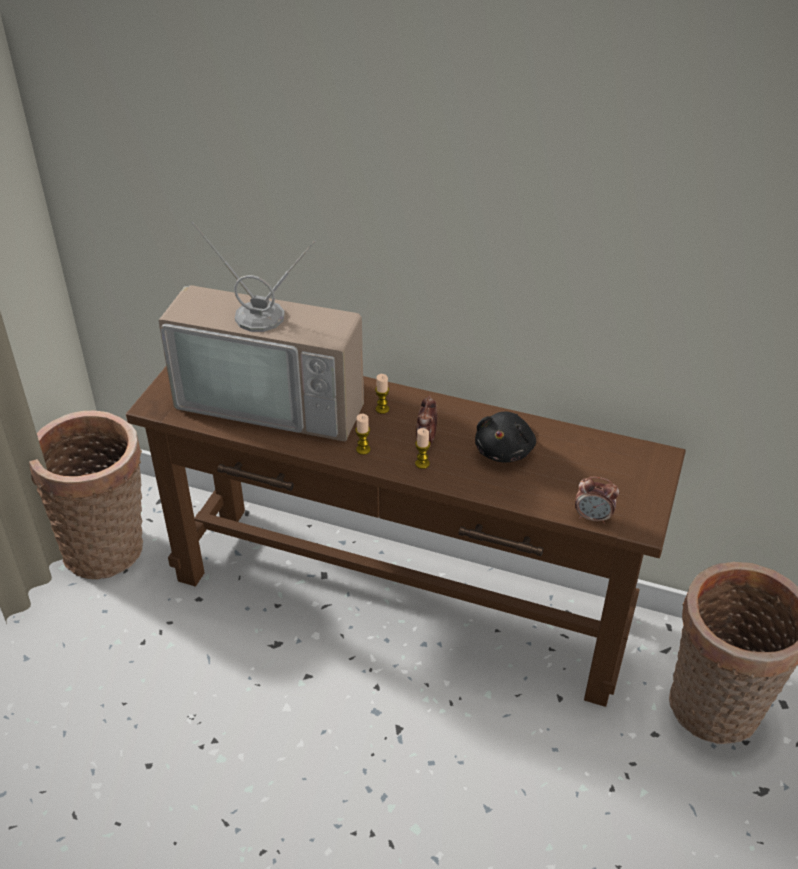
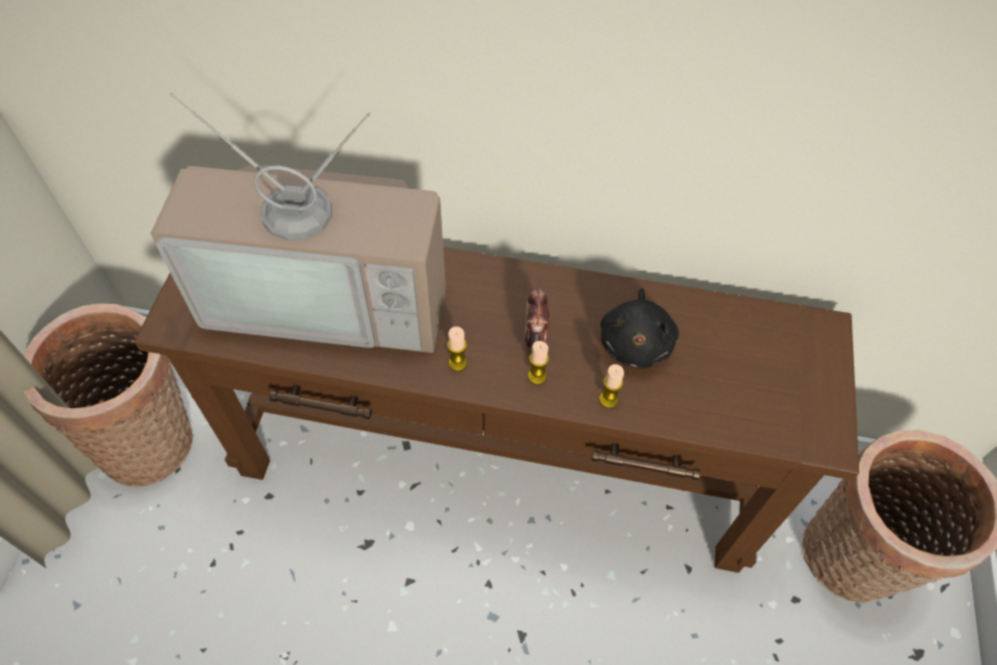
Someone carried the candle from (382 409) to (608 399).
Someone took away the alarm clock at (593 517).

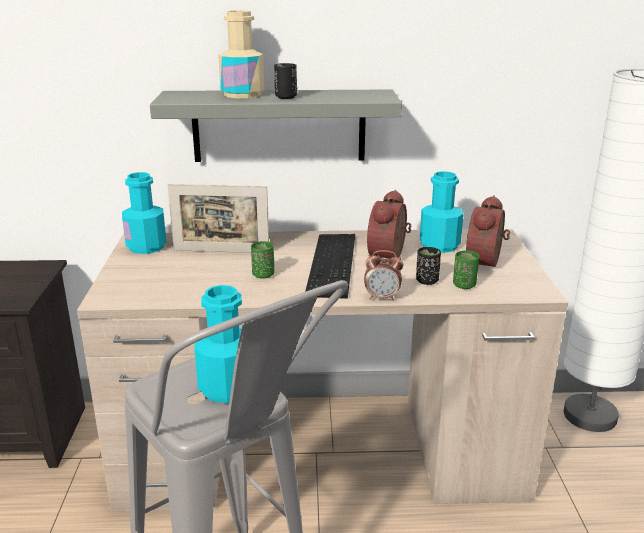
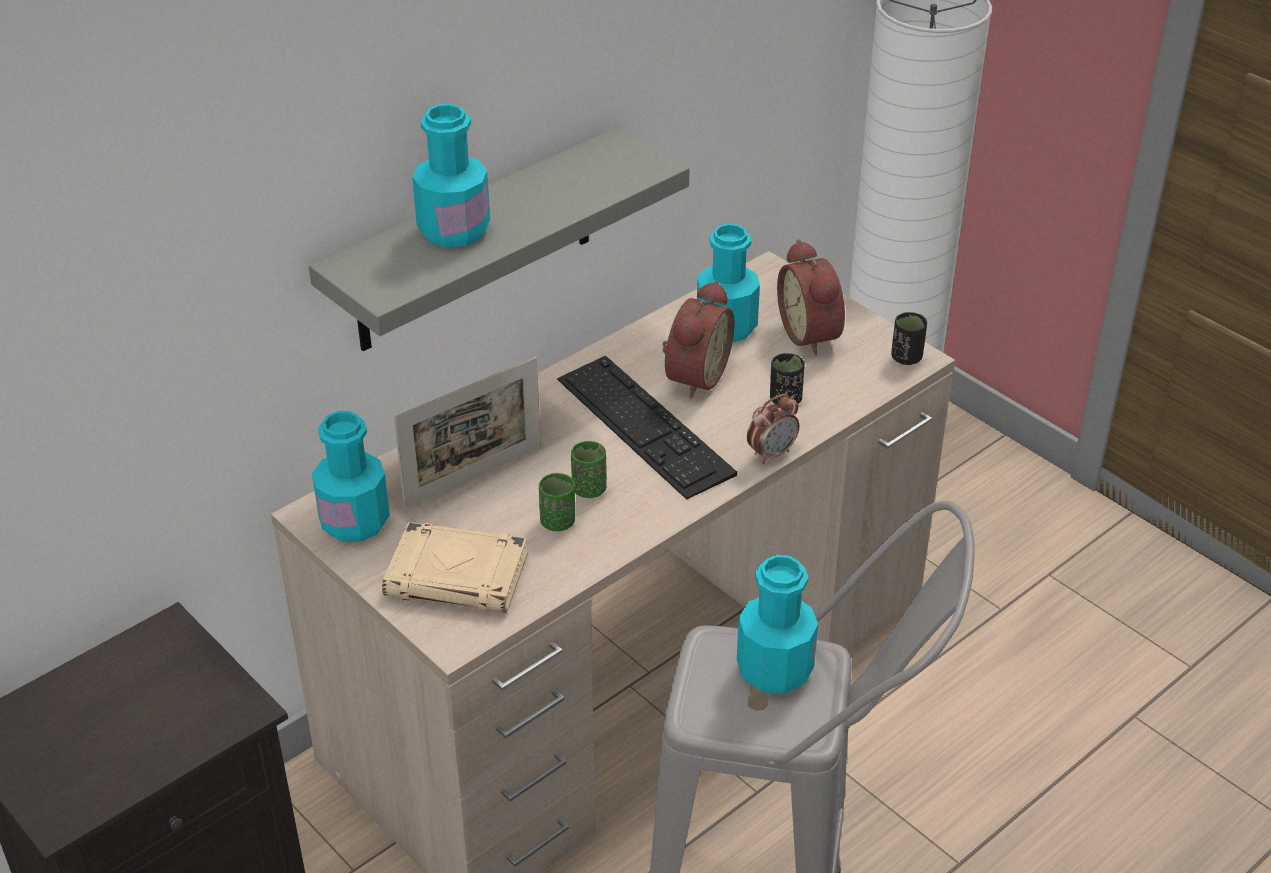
Someone repainted the beige bottle at (242 94), which became the turquoise bottle at (454 230).
Someone carried the black cup from (286 97) to (906 358).
Someone rotated the alarm clock at (390 256) by 135 degrees counterclockwise.
Someone carried the green cup from (464 285) to (557 522).
Someone put down the beige book at (458 576).

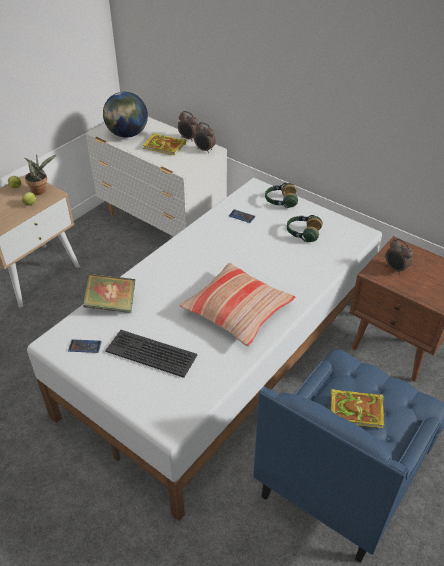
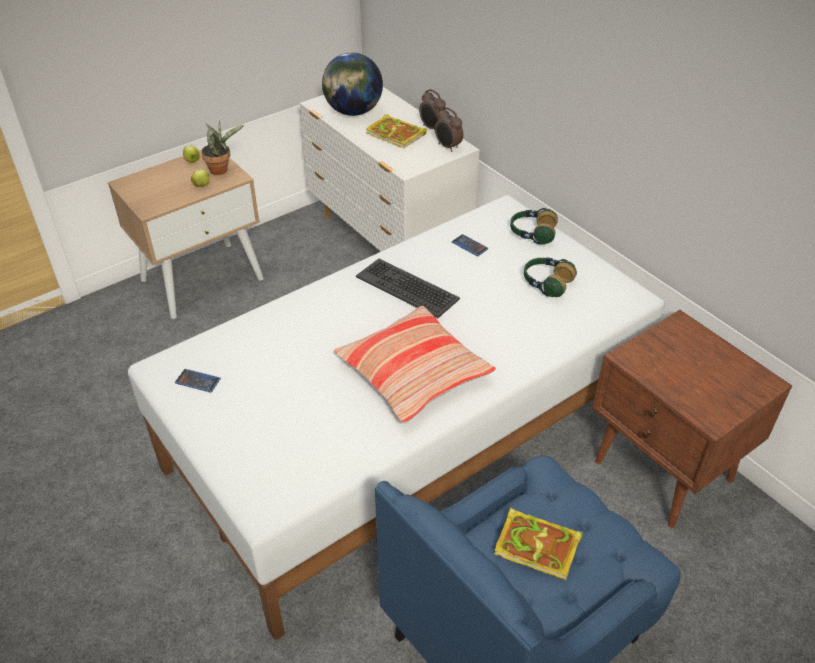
Someone took away the alarm clock at (395 269).
Someone took away the book at (111 304).
Someone carried the keyboard from (151 353) to (407 288).

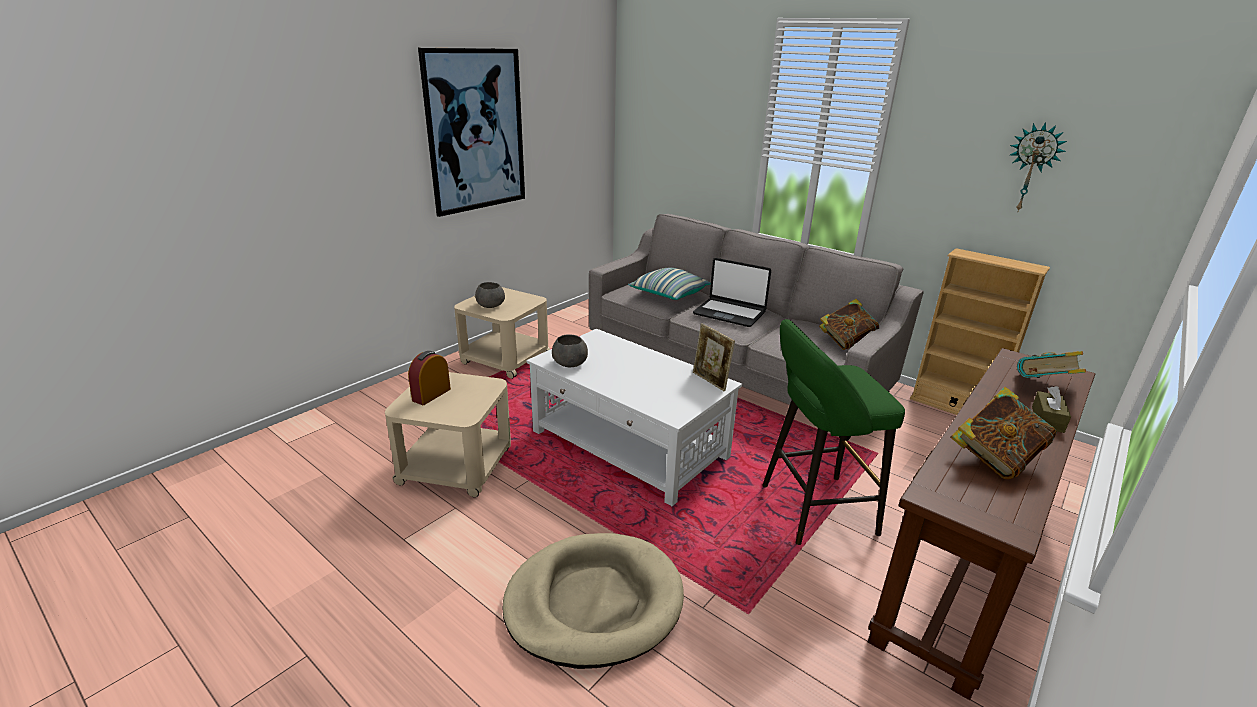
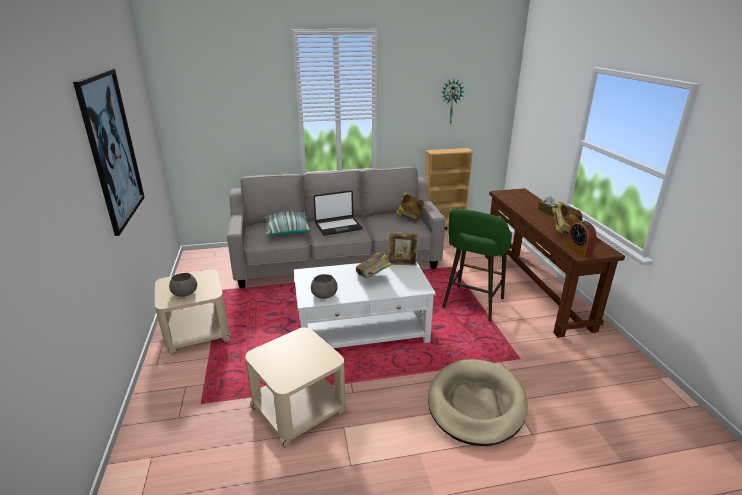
Someone carried the alarm clock from (431 395) to (578 250).
Someone carried the book from (1042 388) to (373 278).

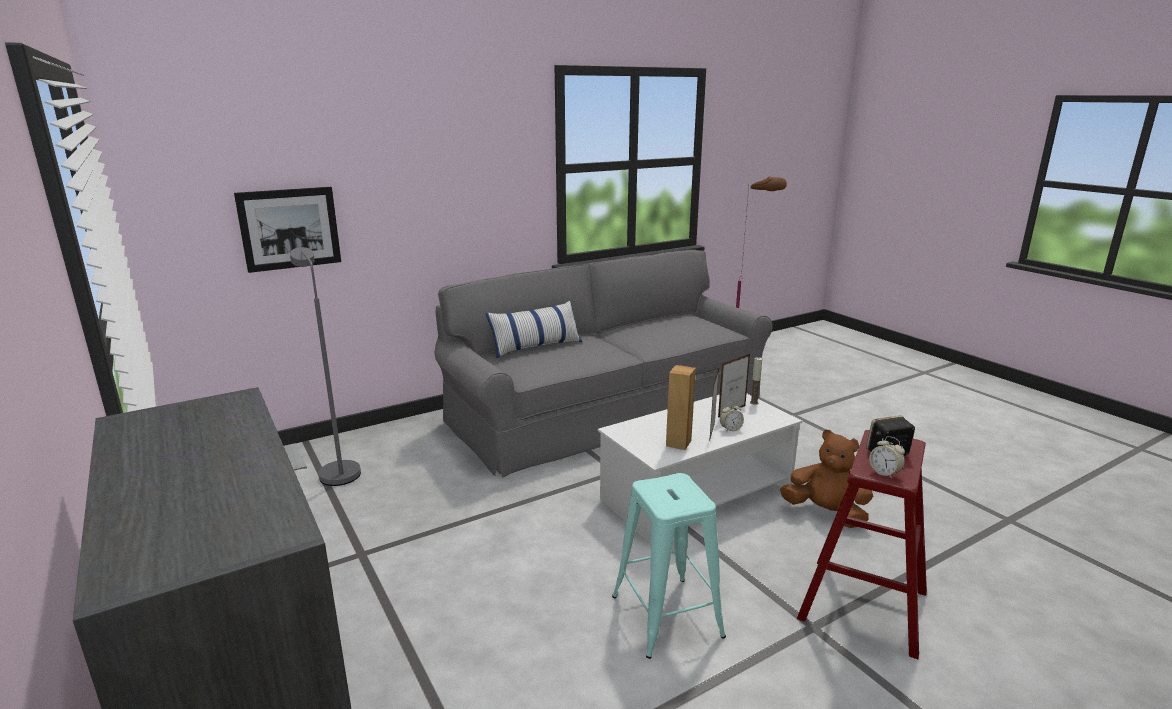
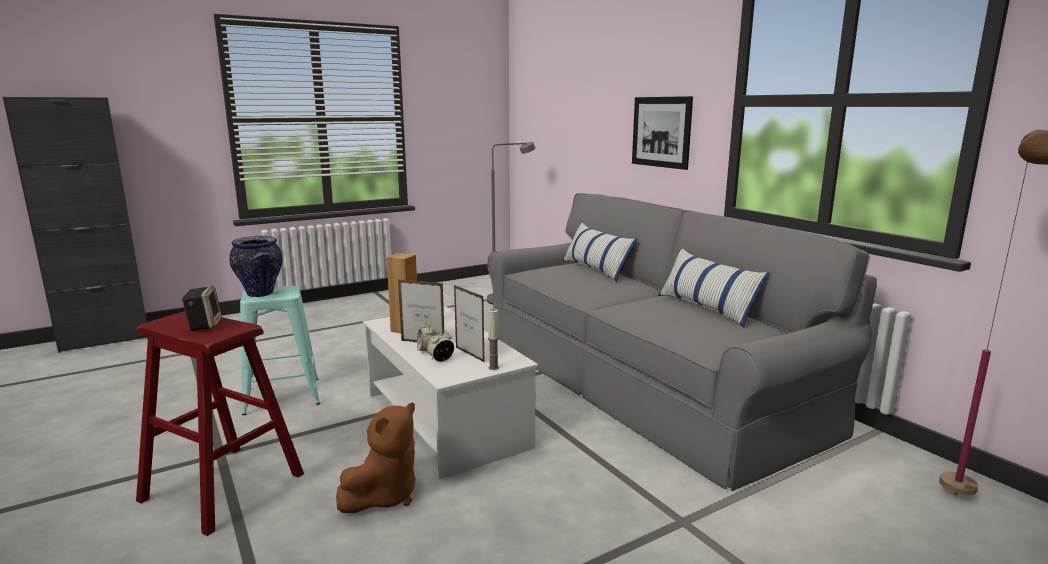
Someone carried the picture from (290 228) to (661 132).
Someone carried the alarm clock from (884 473) to (441 360).
Someone put down the vase at (260 294).
Someone put down the pillow at (707 308).

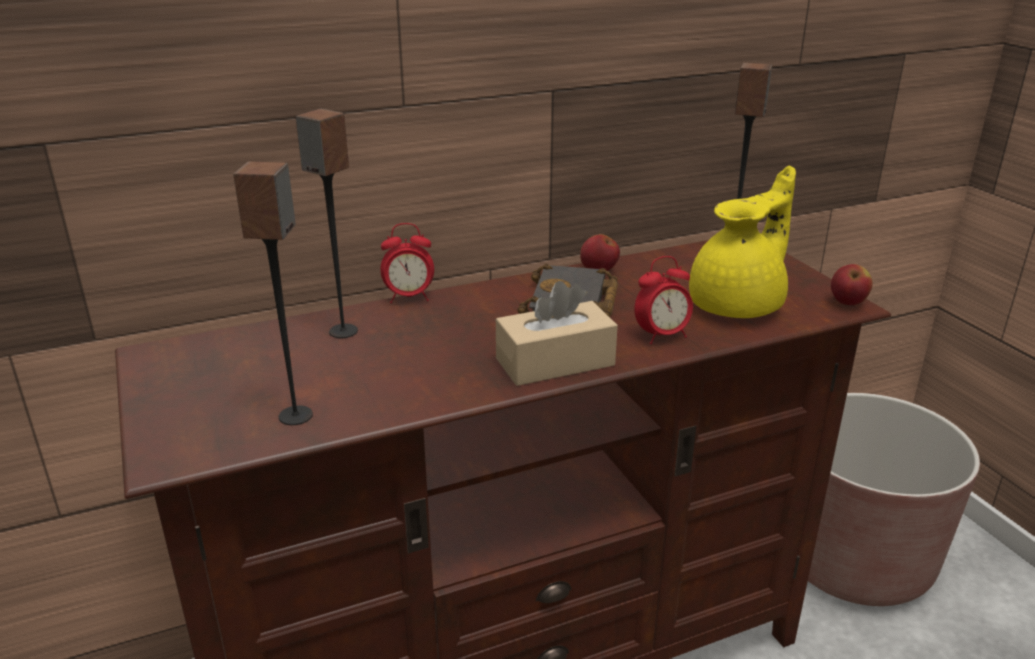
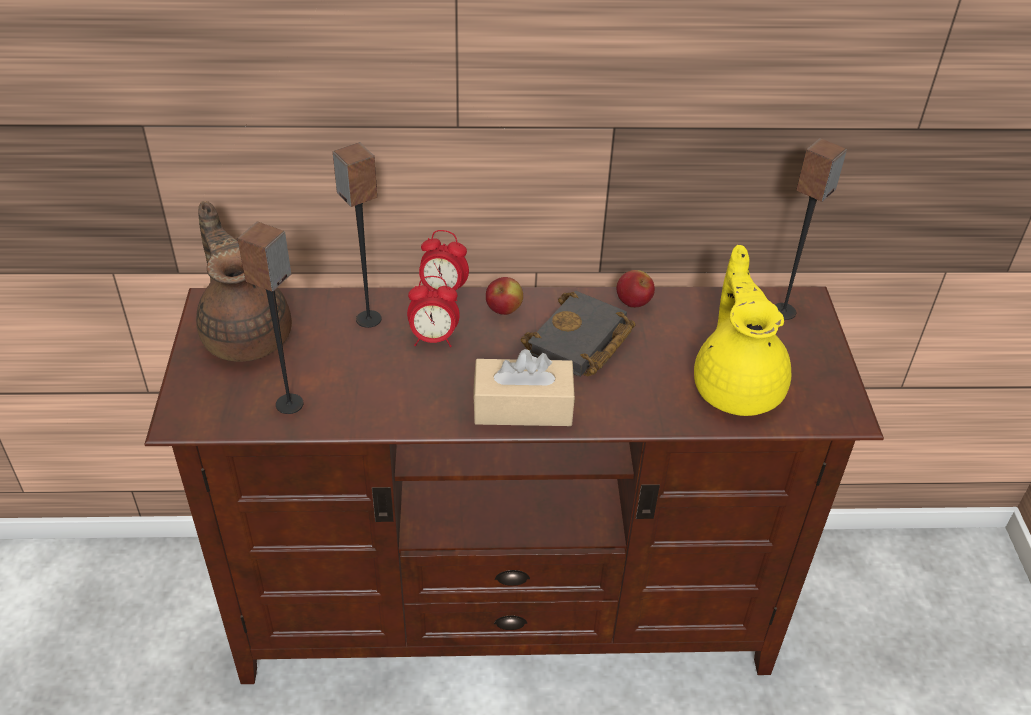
Someone rotated the yellow teapot at (739 305) by 75 degrees counterclockwise.
Someone carried the alarm clock from (662 336) to (433 339).
Someone carried the apple from (847 303) to (504 310).
Someone took away the brown planter at (854 560).
Someone put down the brown teapot at (246 334).

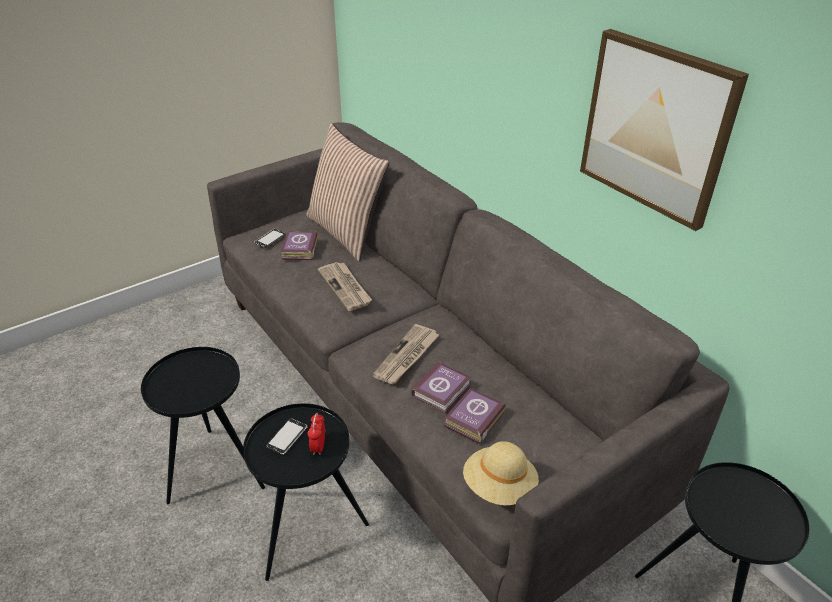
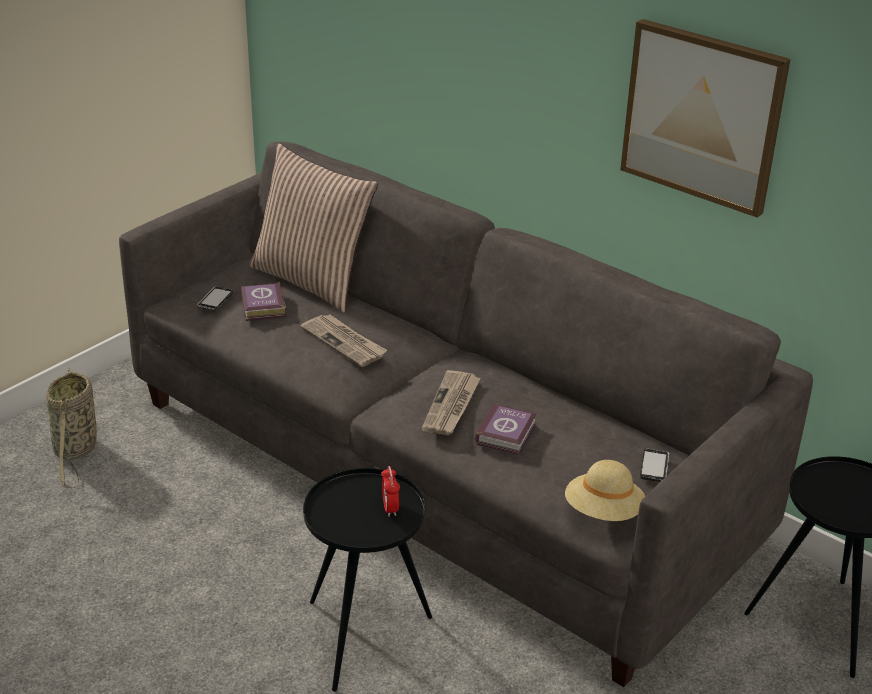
Someone took away the black side table at (216 468).
Someone took away the book at (473 419).
Someone carried the phone from (287 437) to (654 467).
Someone put down the basket at (75 451).

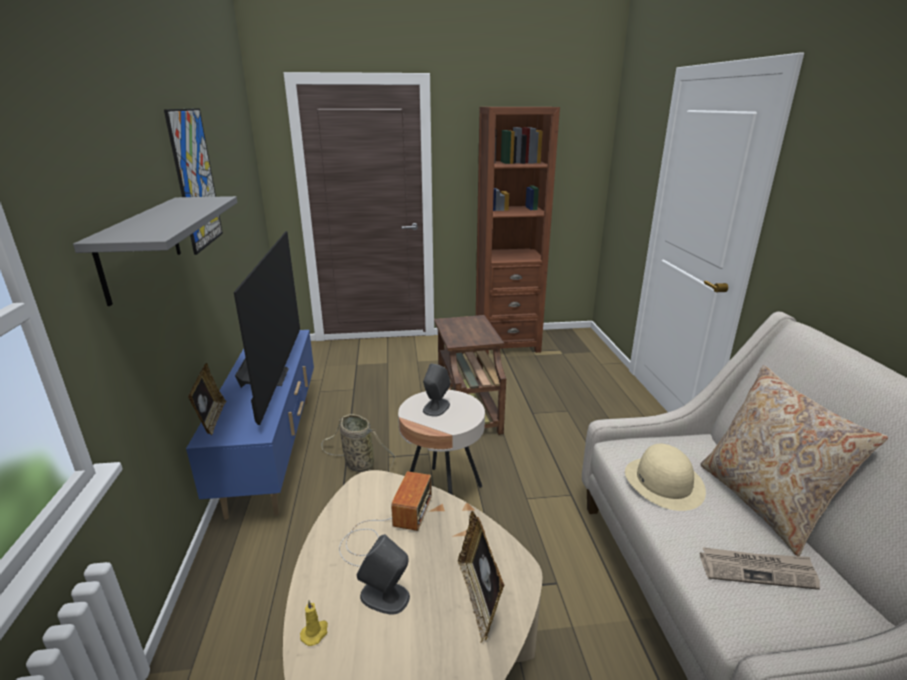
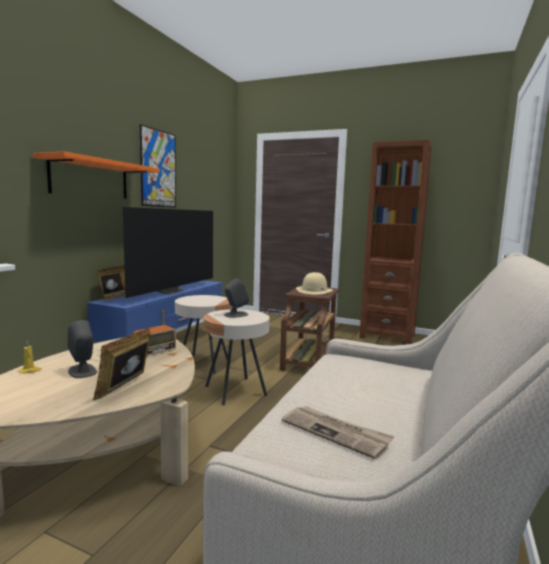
Someone repainted the grey shelf at (141 246), which became the orange shelf at (90 179).
Someone took away the beige pillow at (763 502).
Someone swapped the basket at (357 464) for the beige side table at (203 364).
Someone carried the beige hat from (664 482) to (314 290).

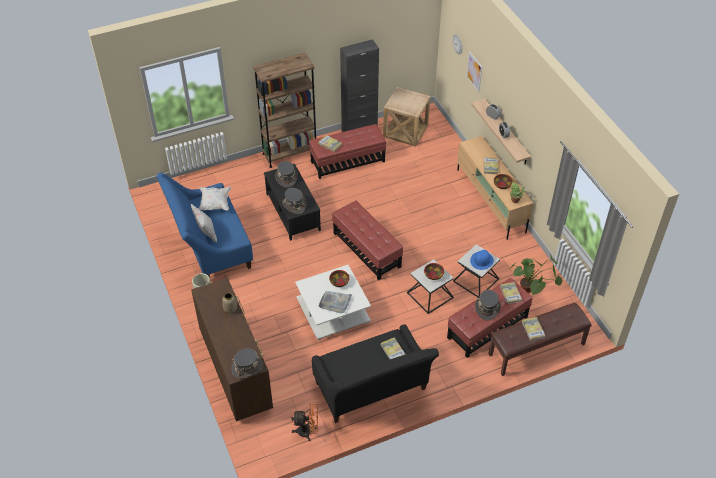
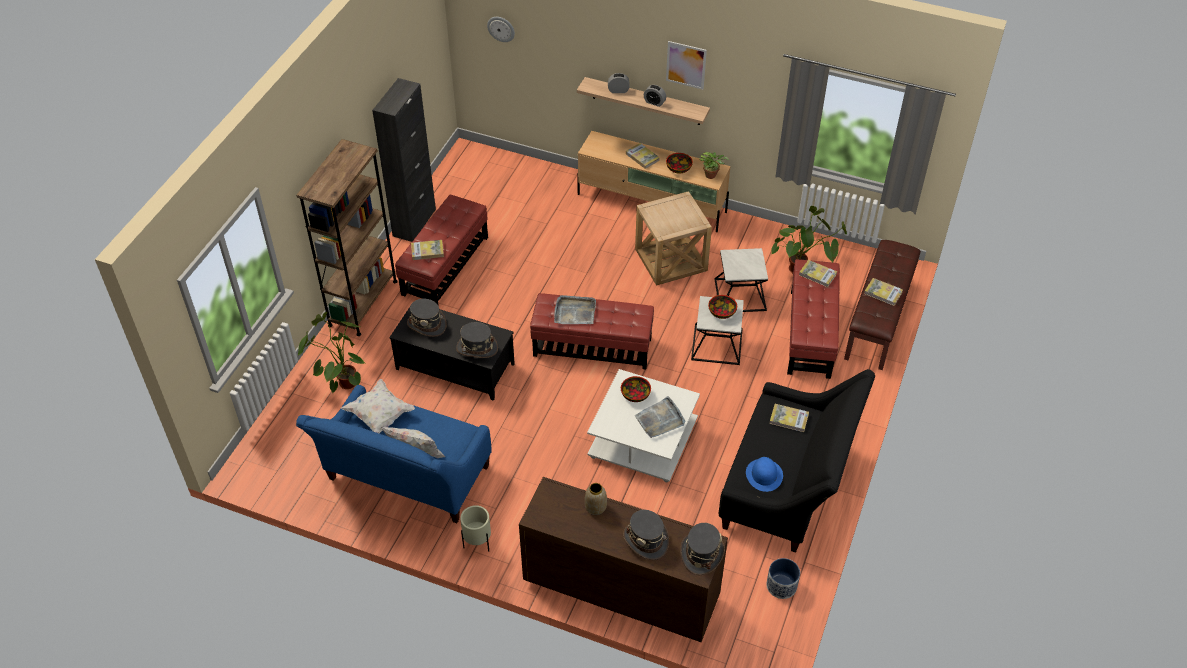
Someone carried the picture from (474 72) to (686 65).
Someone carried the beige side table from (405 131) to (671 260).
Someone carried the blue hat from (481 261) to (764 475).
Someone carried the grey hat from (487 308) to (646 540).
Someone swapped the orange fan at (307 431) for the planter at (781 586).
Someone put down the grey tray at (574 312).
Someone put down the potted plant at (341 379).

